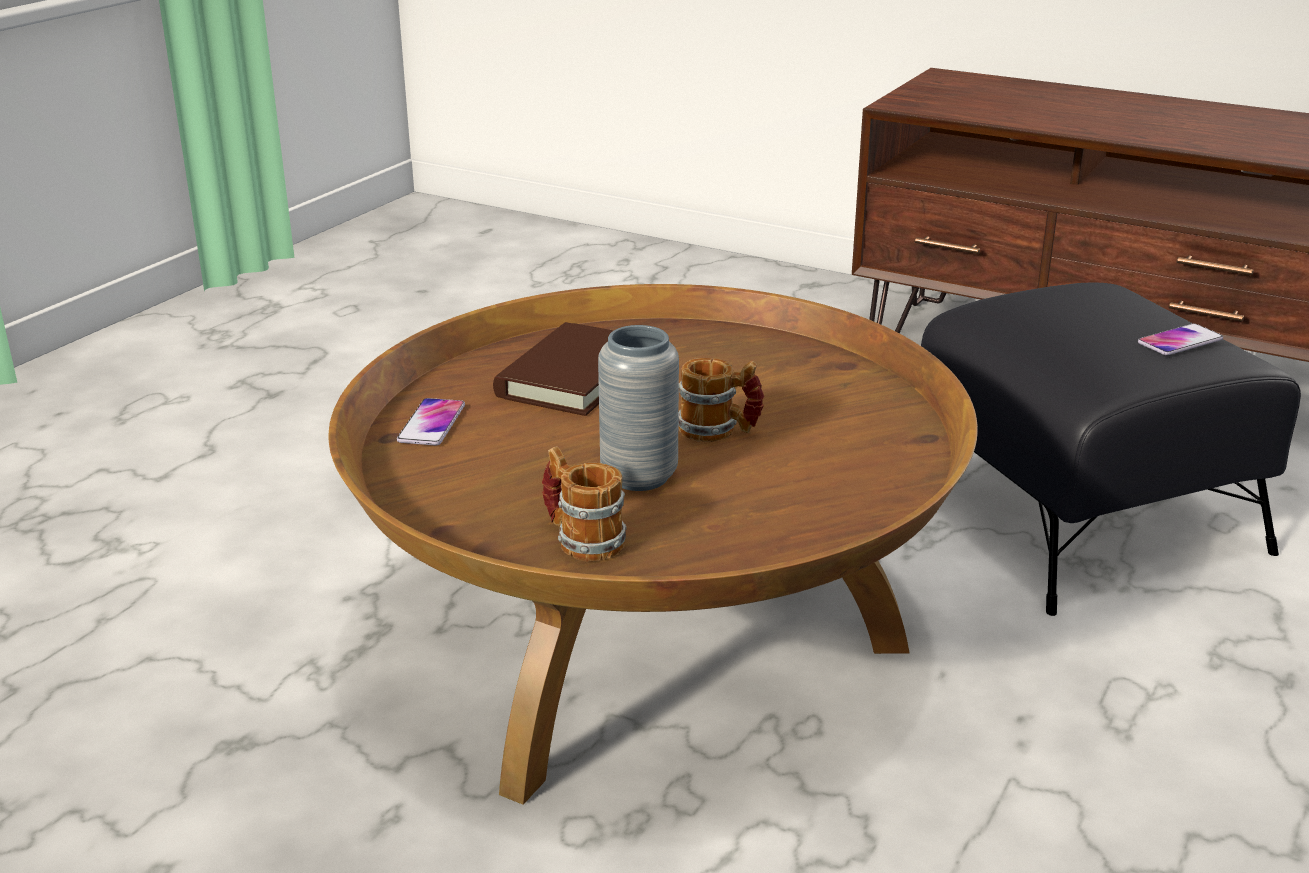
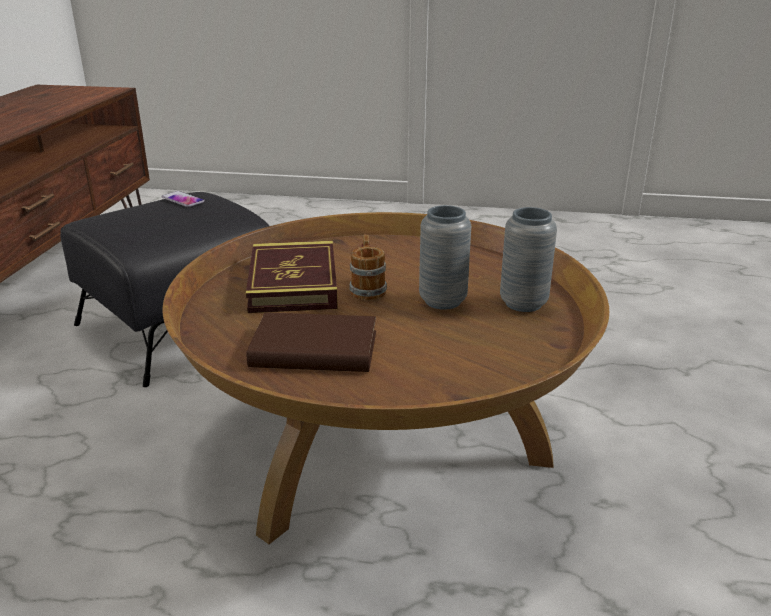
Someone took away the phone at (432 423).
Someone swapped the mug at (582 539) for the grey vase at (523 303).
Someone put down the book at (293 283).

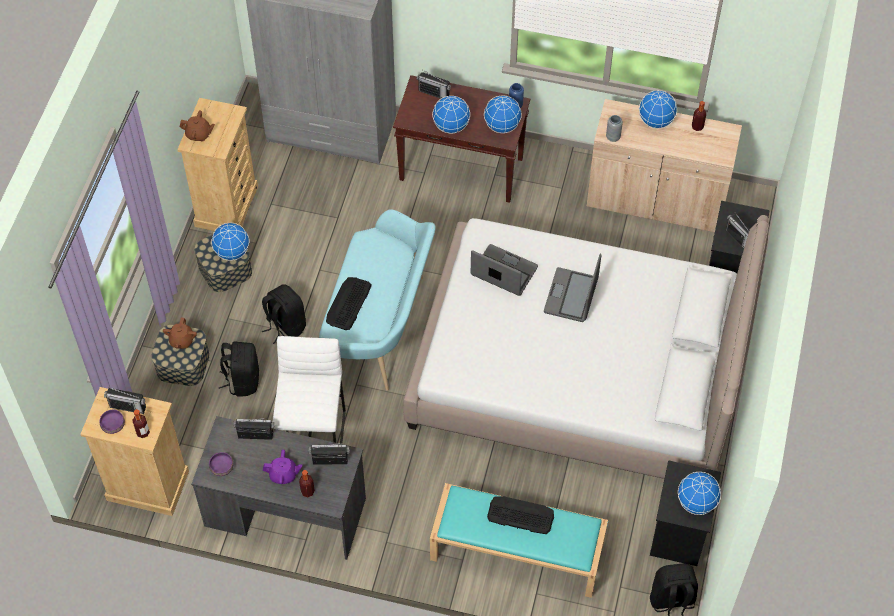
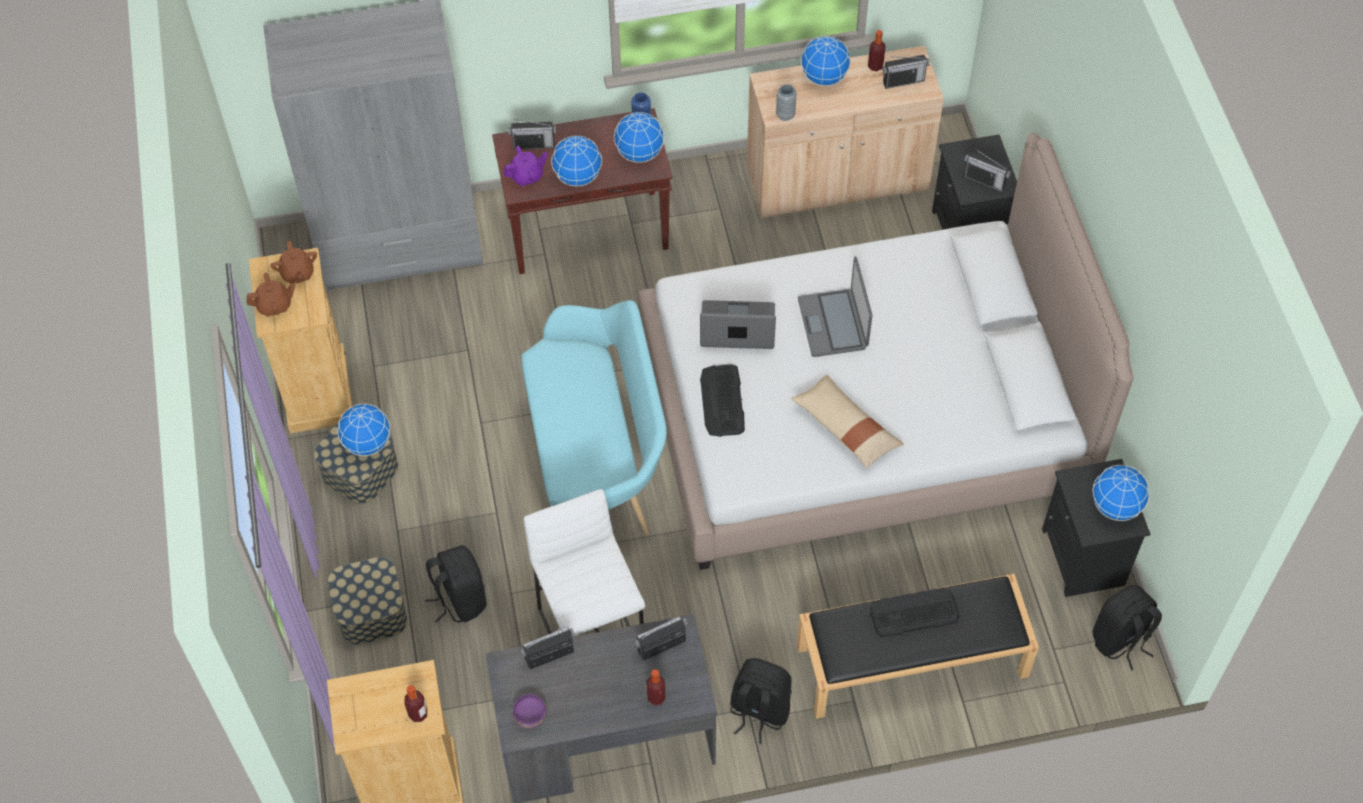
Someone carried the keyboard from (348 304) to (722 401).
Someone carried the black backpack from (285 325) to (759 711).
Someone carried the brown teapot from (181 341) to (297 273).
Someone carried the radio from (128 407) to (903 81).
Someone took away the purple bowl at (112 425).
Someone carried the purple teapot from (283 475) to (527 176).
Someone repainted the turquoise bench at (516 551), which became the black bench at (910 662).
Someone put down the beige pillow at (846 428).

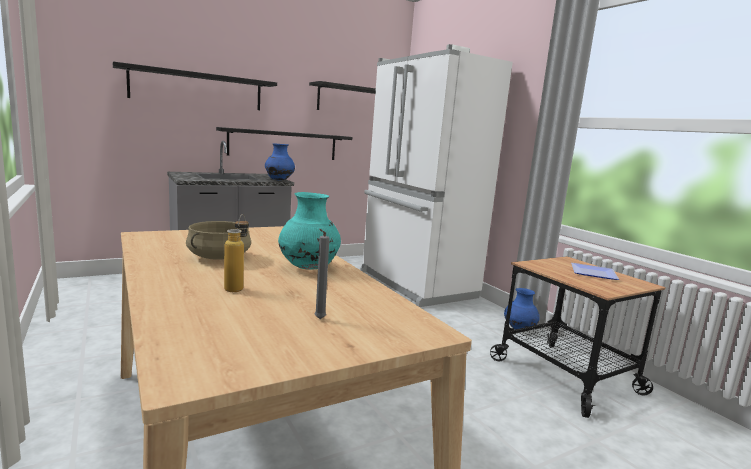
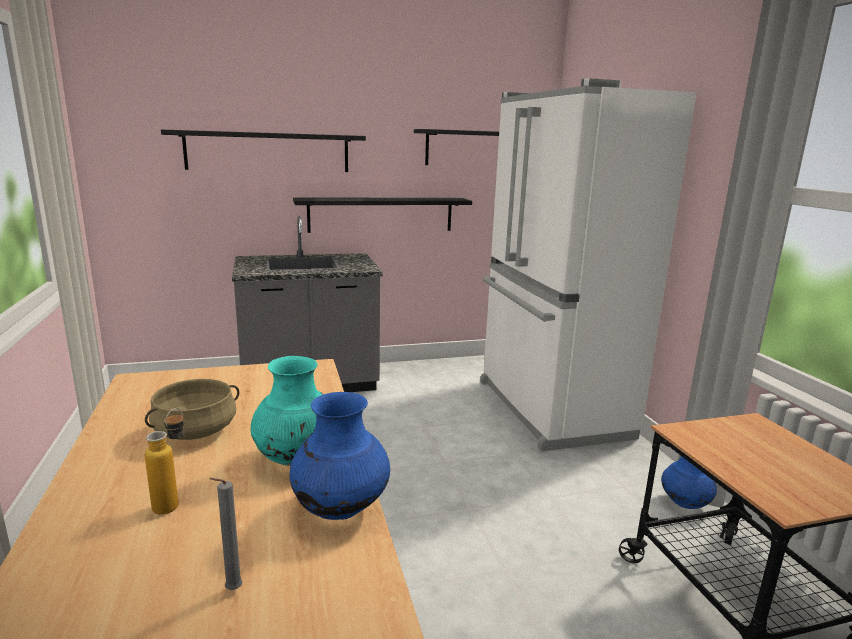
Someone carried the blue vase from (279 180) to (340 509).
Someone took away the plate at (592 273).

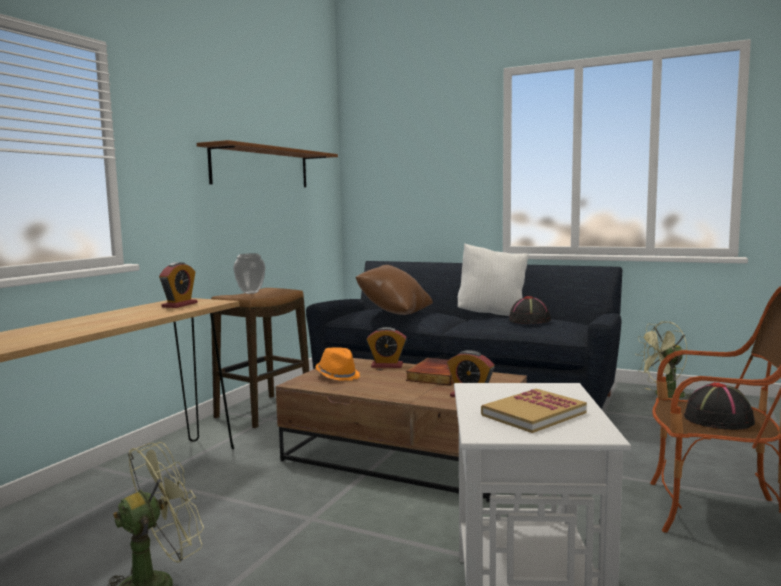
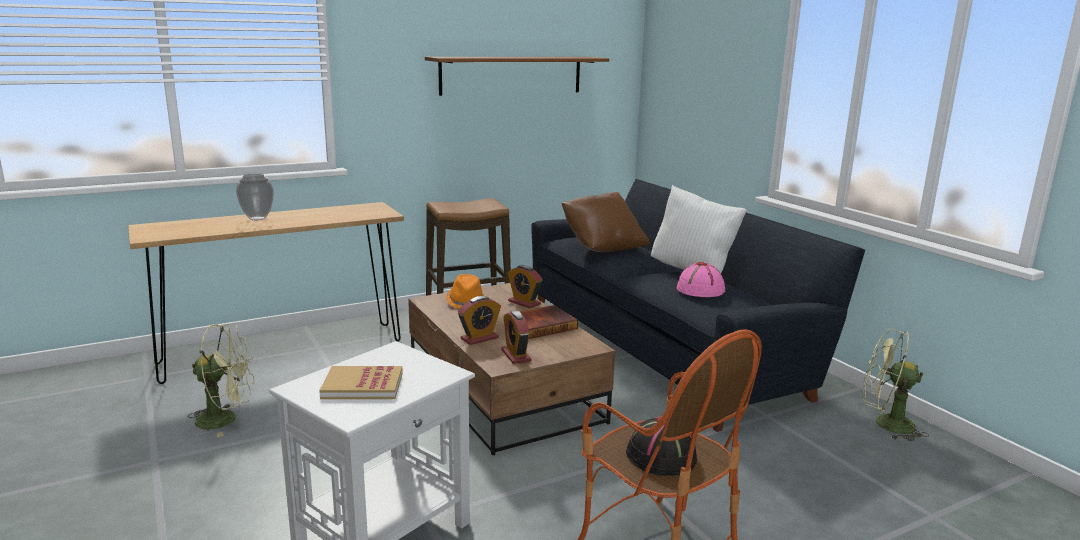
Someone carried the vase from (251 293) to (258 219).
Someone carried the alarm clock from (179 305) to (479 338).
Someone repainted the black hat at (530 320), which became the pink hat at (701 290).

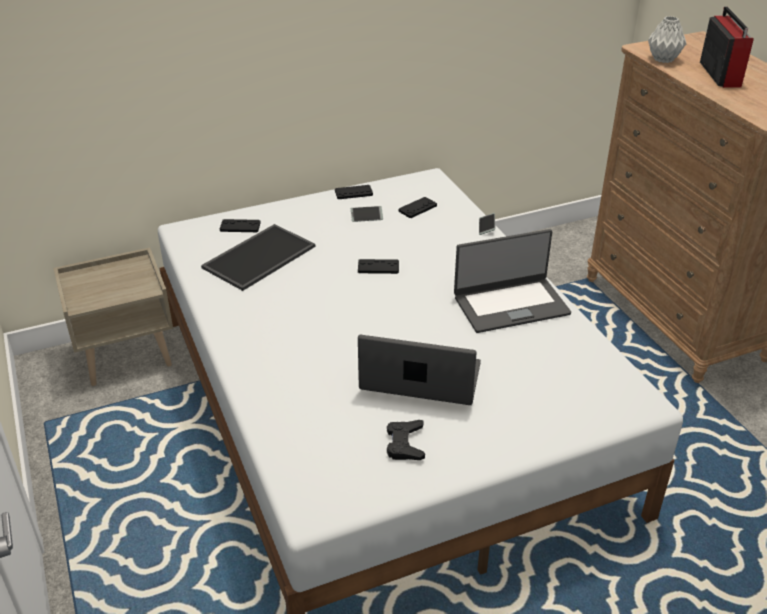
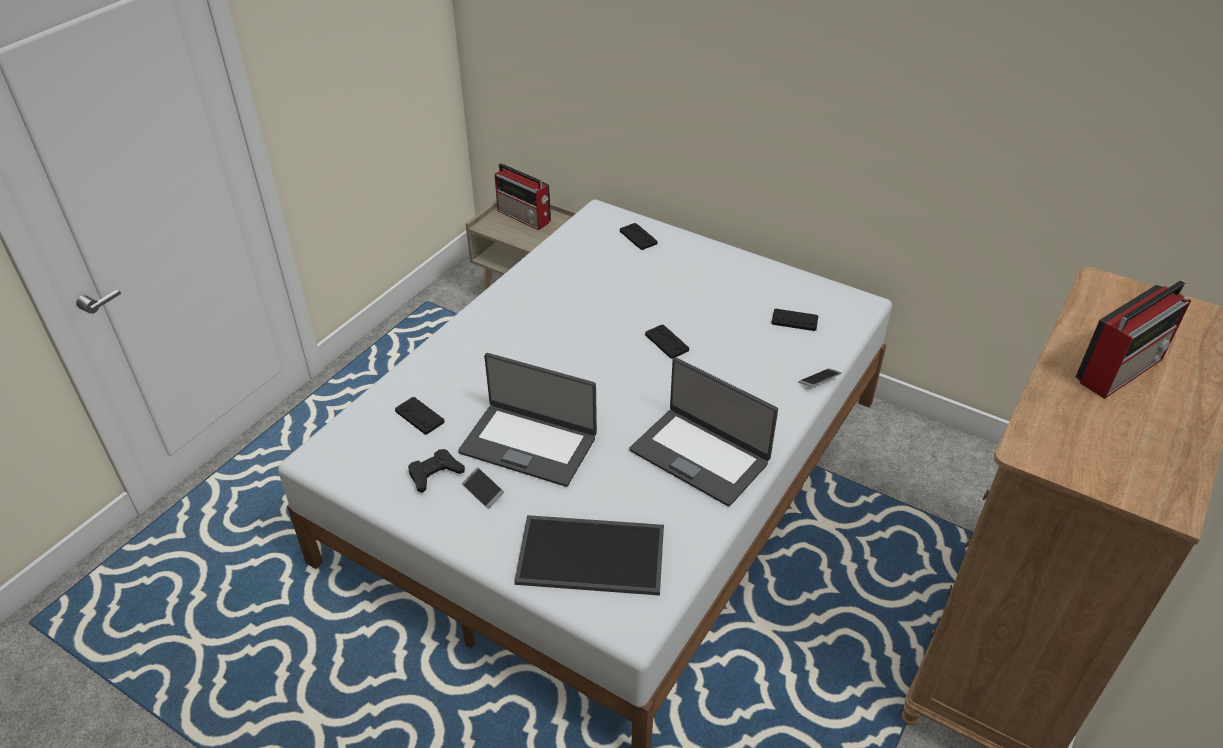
Someone took away the grey vase at (663 60).
Someone carried the black game controller from (353 193) to (419 416).
Someone carried the phone from (366 217) to (483 491).
Someone carried the tray from (259 256) to (593 553).
Someone rotated the laptop at (420 378) by 135 degrees clockwise.
Someone put down the radio at (525 217).

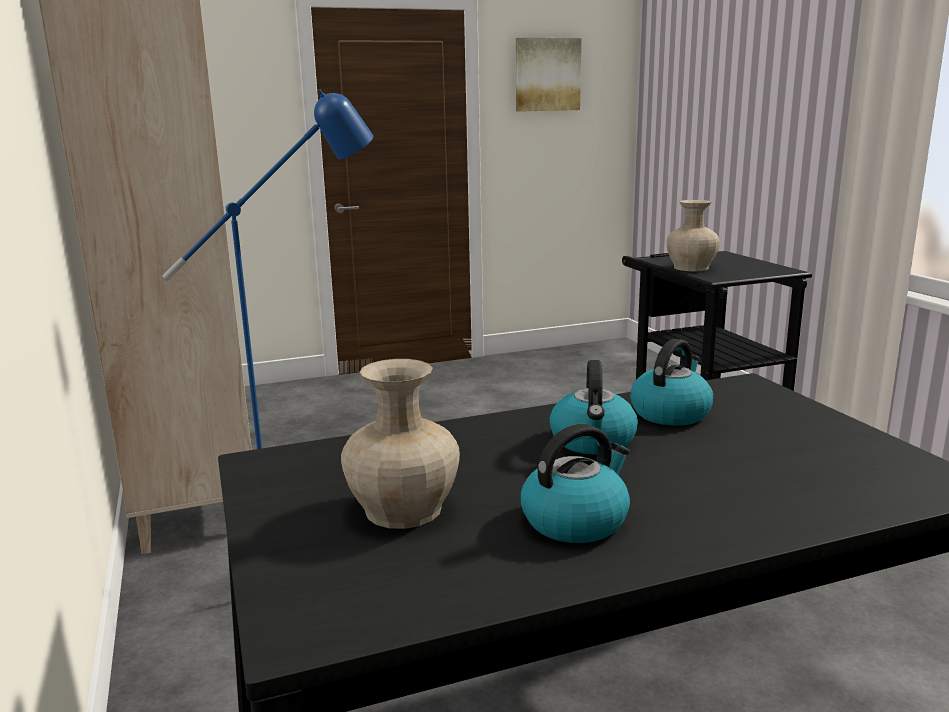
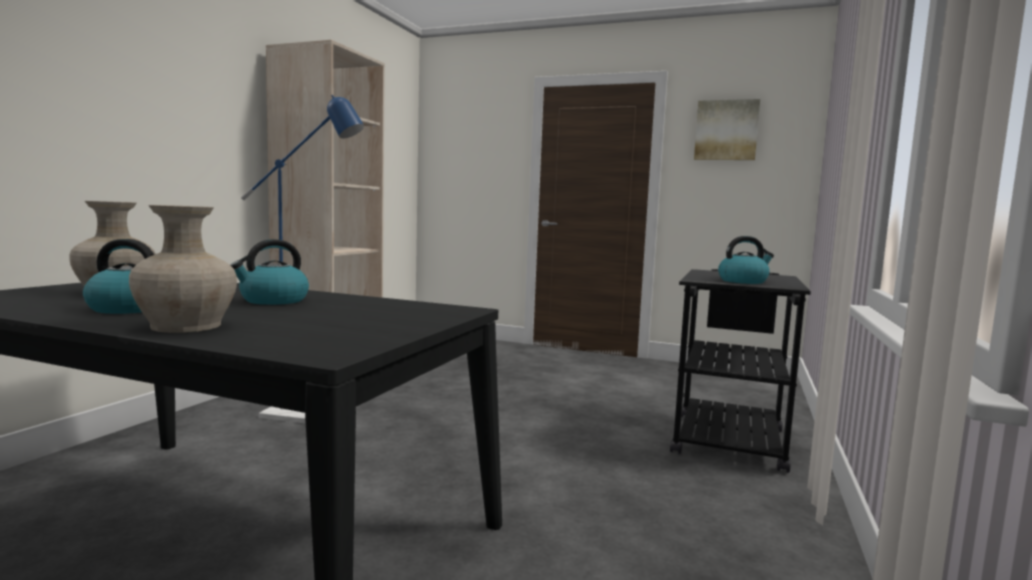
Someone carried the beige vase from (690 268) to (187 326).
Someone carried the kettle from (670 413) to (743 281).

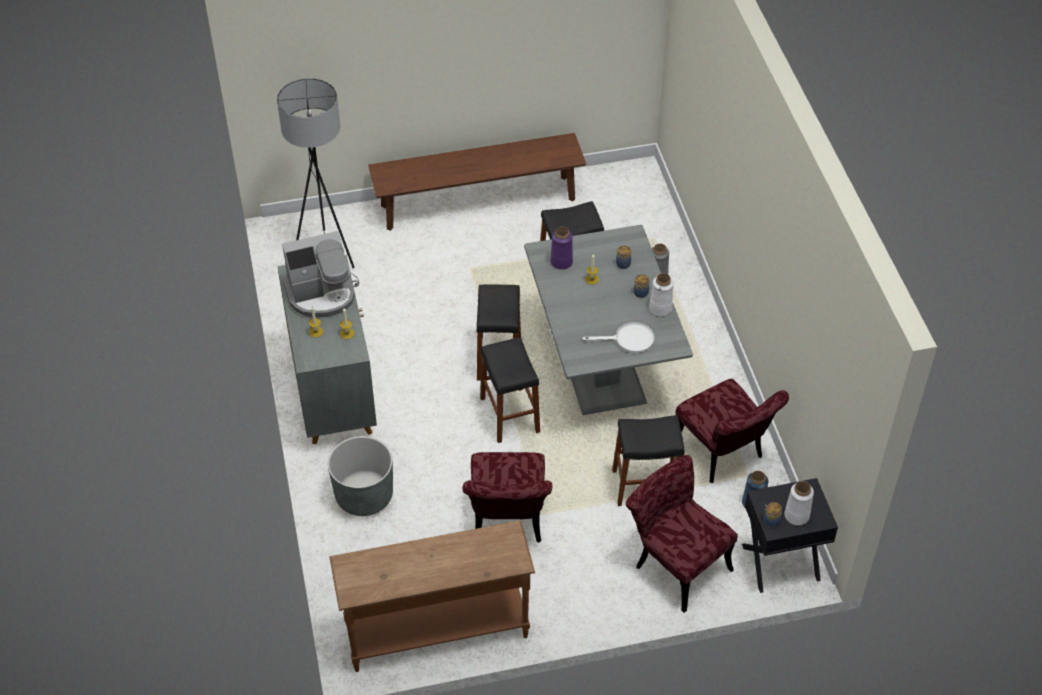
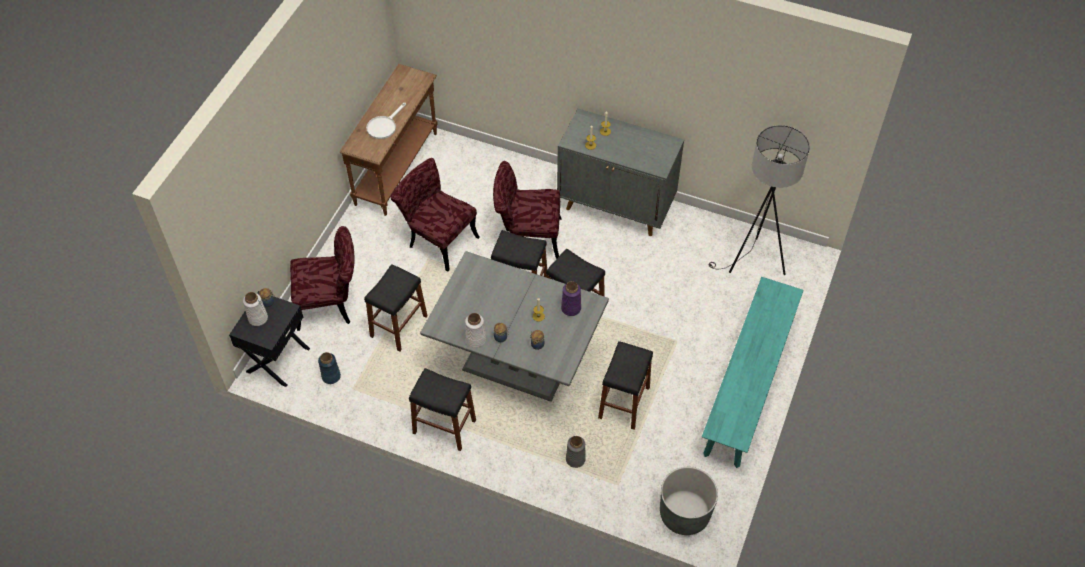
Someone repainted the brown bench at (478 202), which became the turquoise bench at (747 387).
Someone took away the coffee machine at (321 294).
Someone carried the white frying pan from (628 340) to (384 126).
Someone carried the red chair from (723 454) to (527 237).
Someone carried the grey planter from (364 495) to (684 514).
Someone put down the black stool at (444 426).

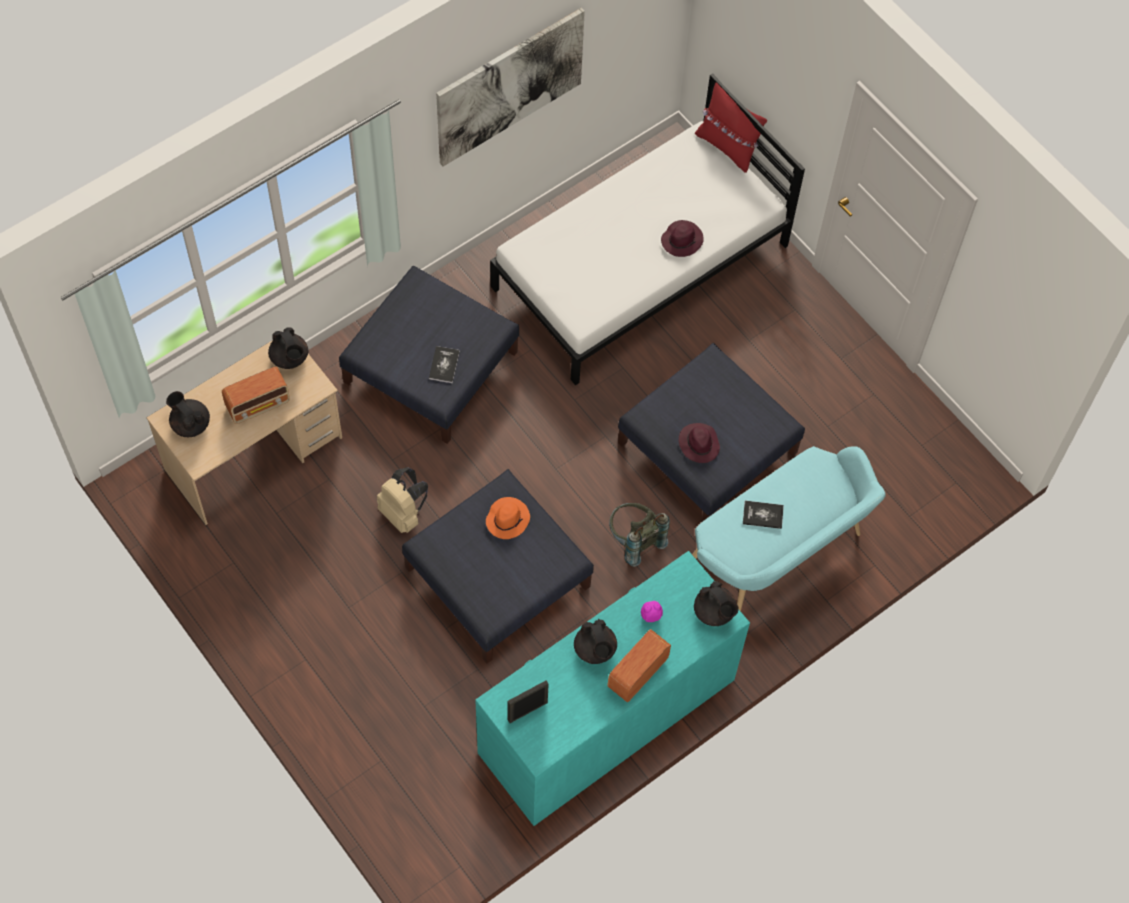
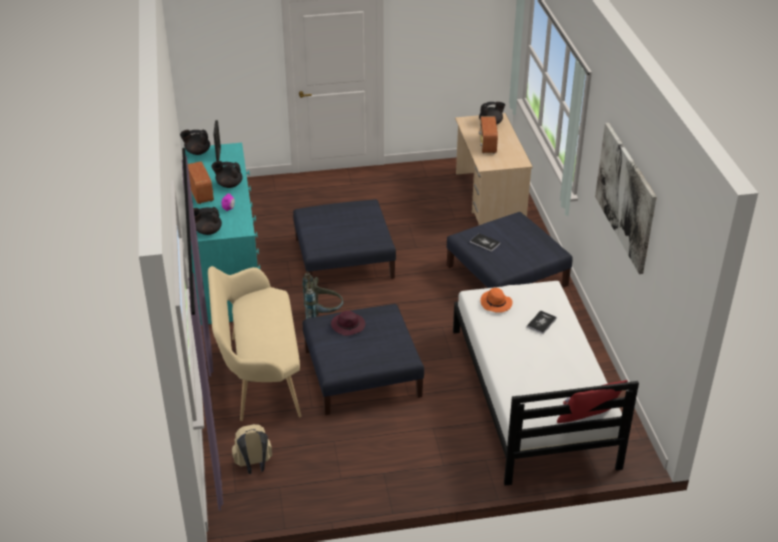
Someone took away the purple hat at (682 240).
Someone carried the black teapot from (290 358) to (197 152).
Someone repainted the turquoise bench at (778 557), which became the beige bench at (259 375).
Someone carried the beige backpack from (403 513) to (254 465).
Someone carried the orange hat from (507 519) to (496 303).
Someone carried the book from (763 515) to (541 323).

